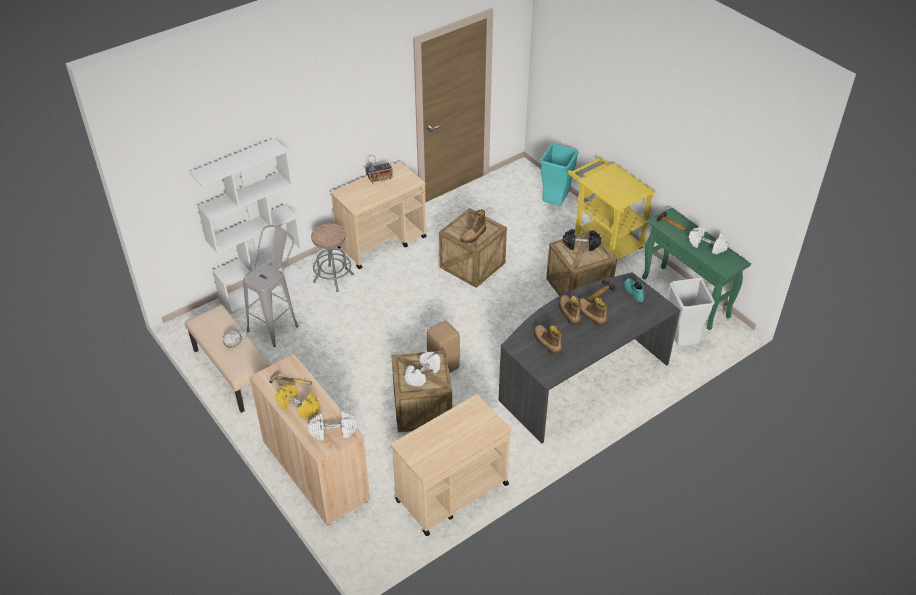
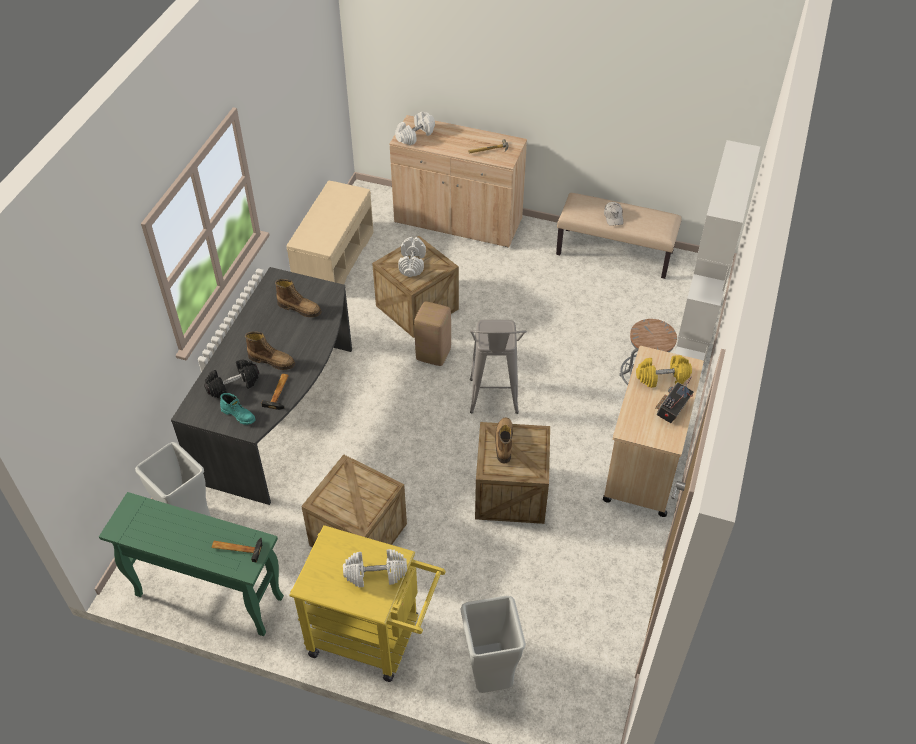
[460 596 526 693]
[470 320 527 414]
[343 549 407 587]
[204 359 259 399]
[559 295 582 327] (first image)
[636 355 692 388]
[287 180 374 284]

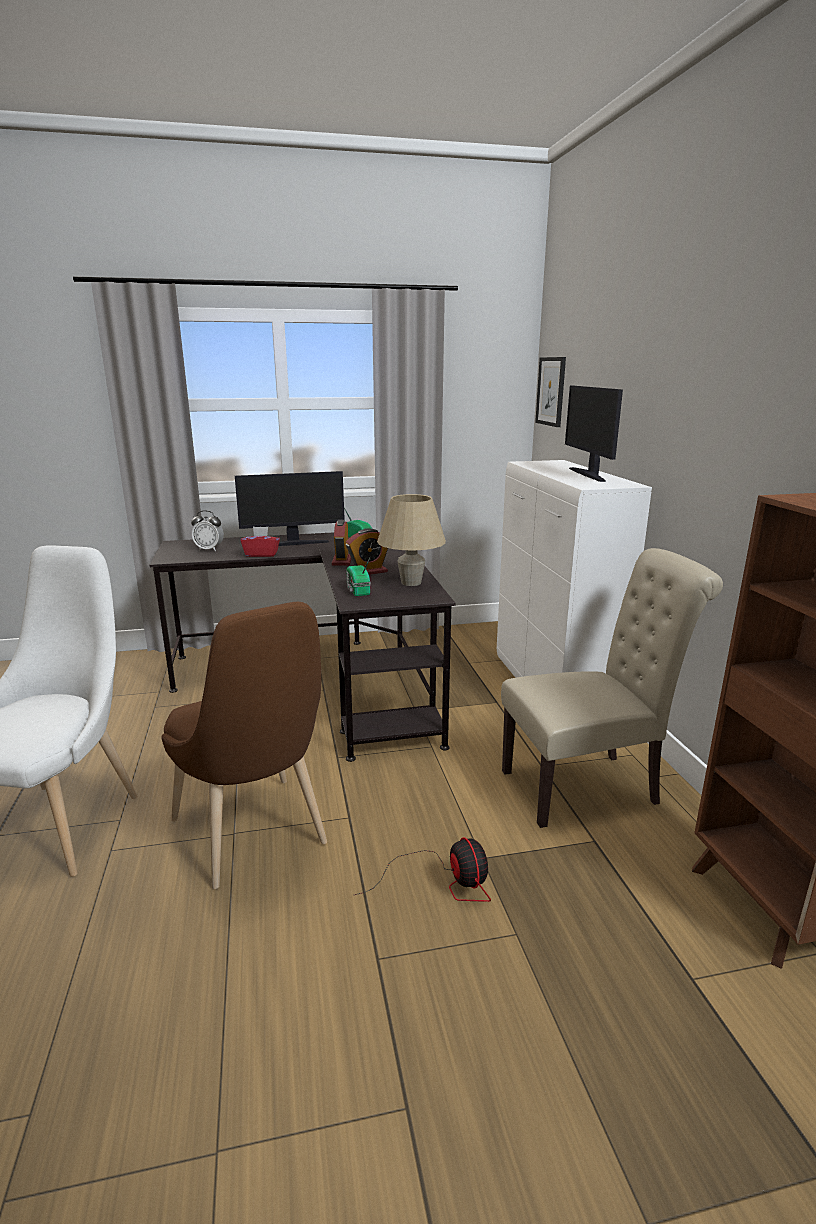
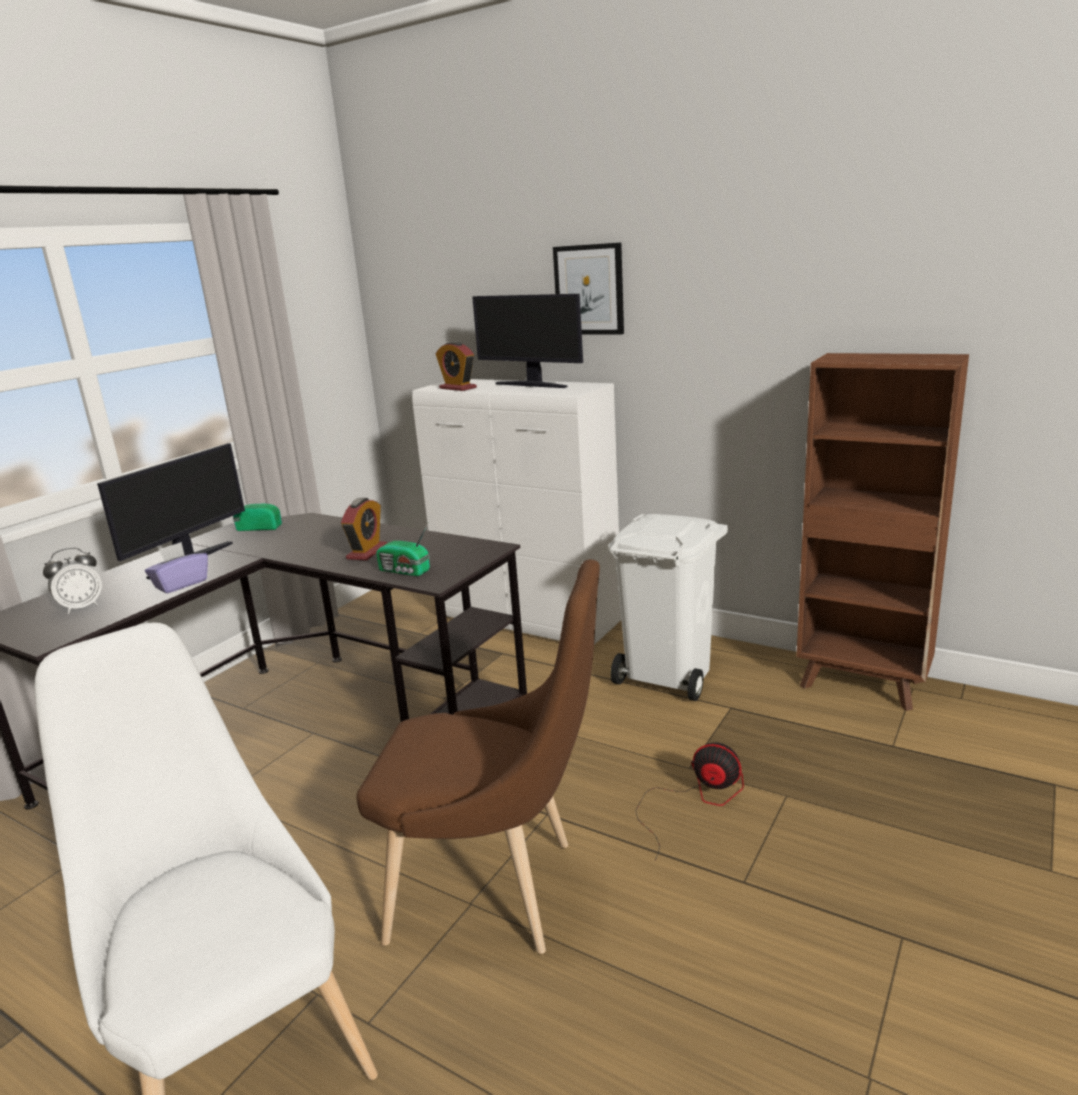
[553 243 624 335]
[377 494 446 586] (first image)
[436 341 477 391]
[145 542 208 593]
[608 514 728 701]

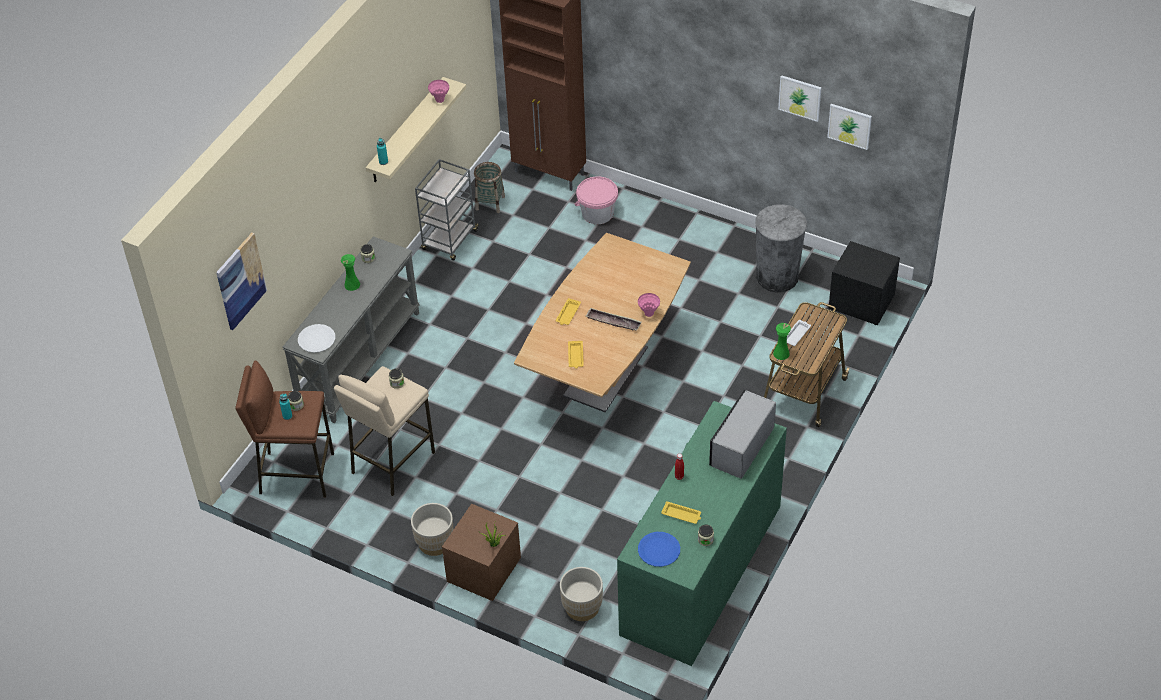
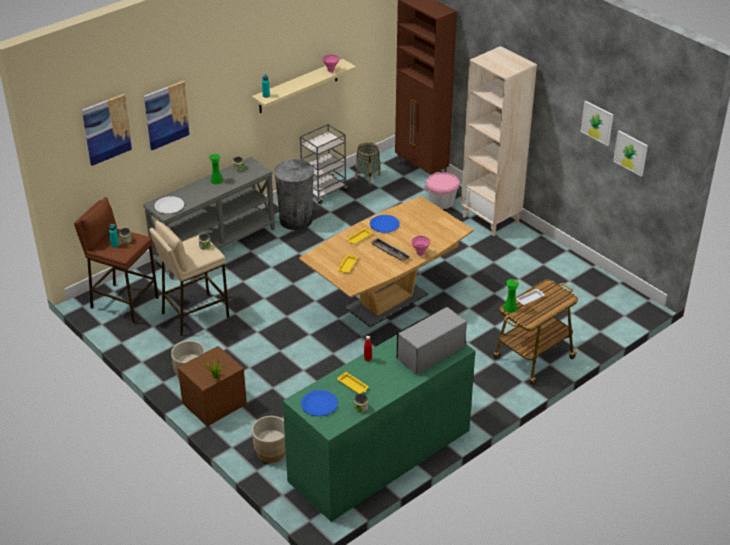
[274 159 314 230]
[829 241 900 325] (first image)
[461 46 537 236]
[144 81 190 150]
[370 215 400 233]

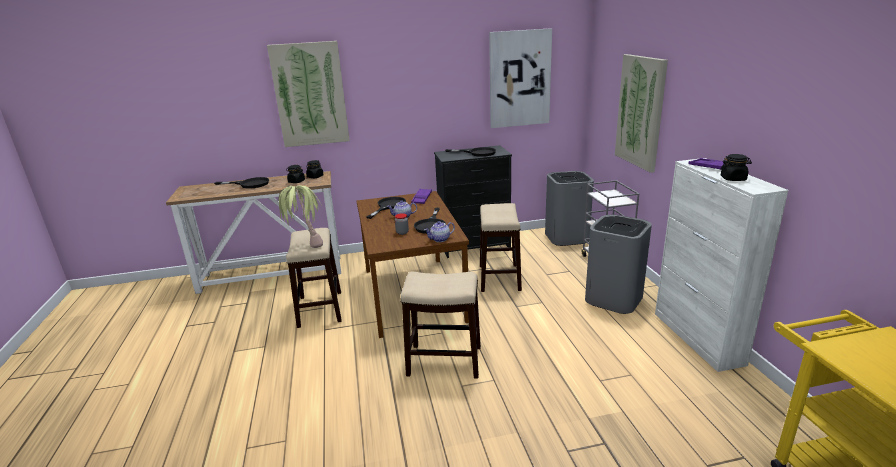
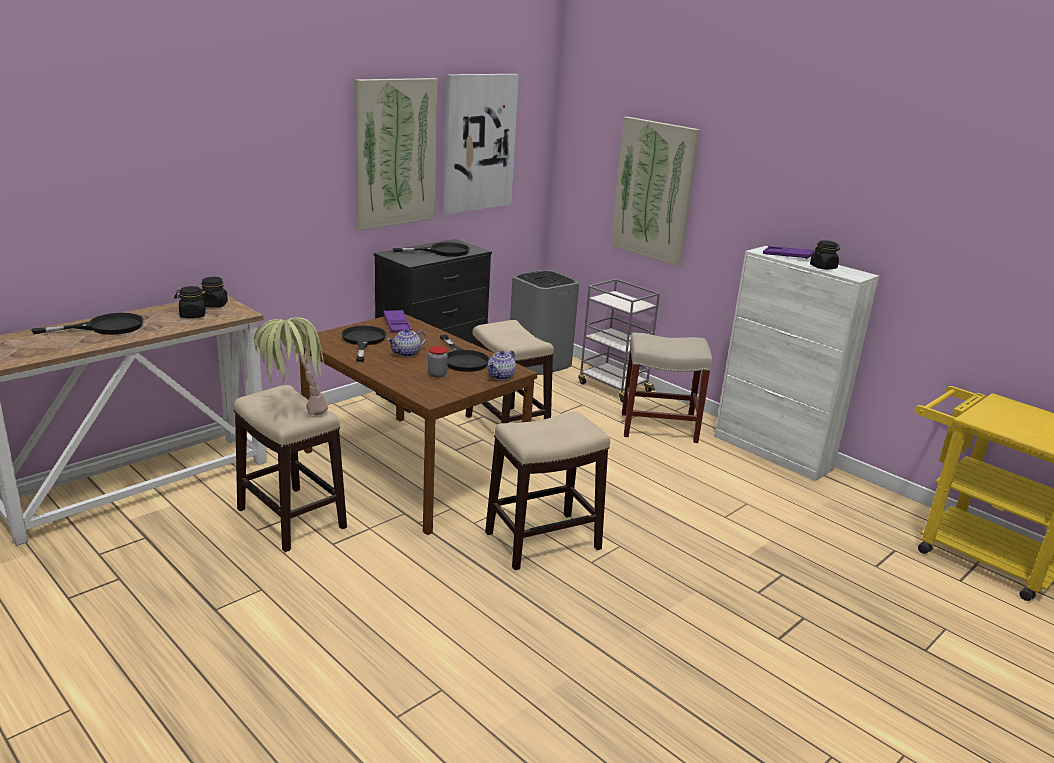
[354 78 438 230]
[622 332 713 443]

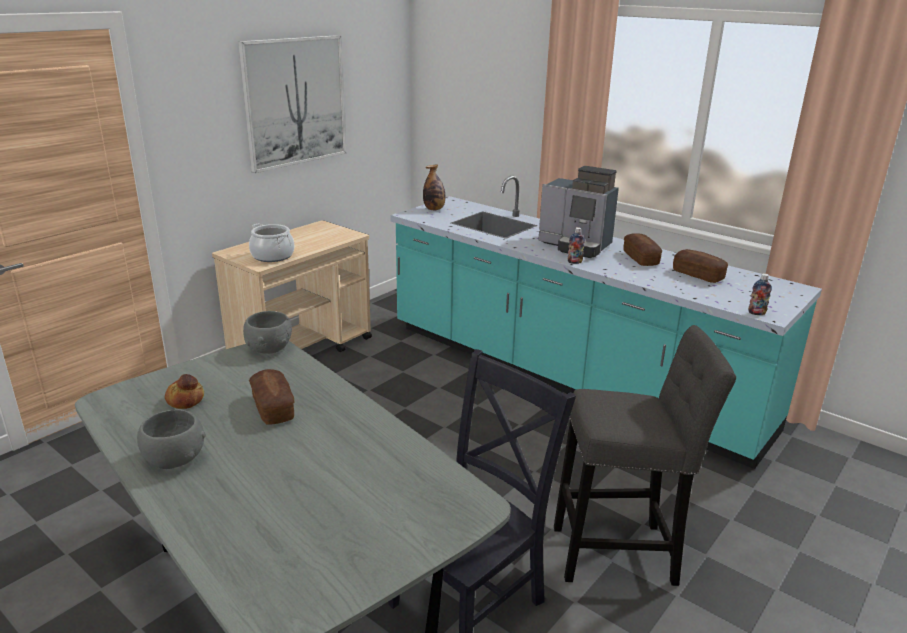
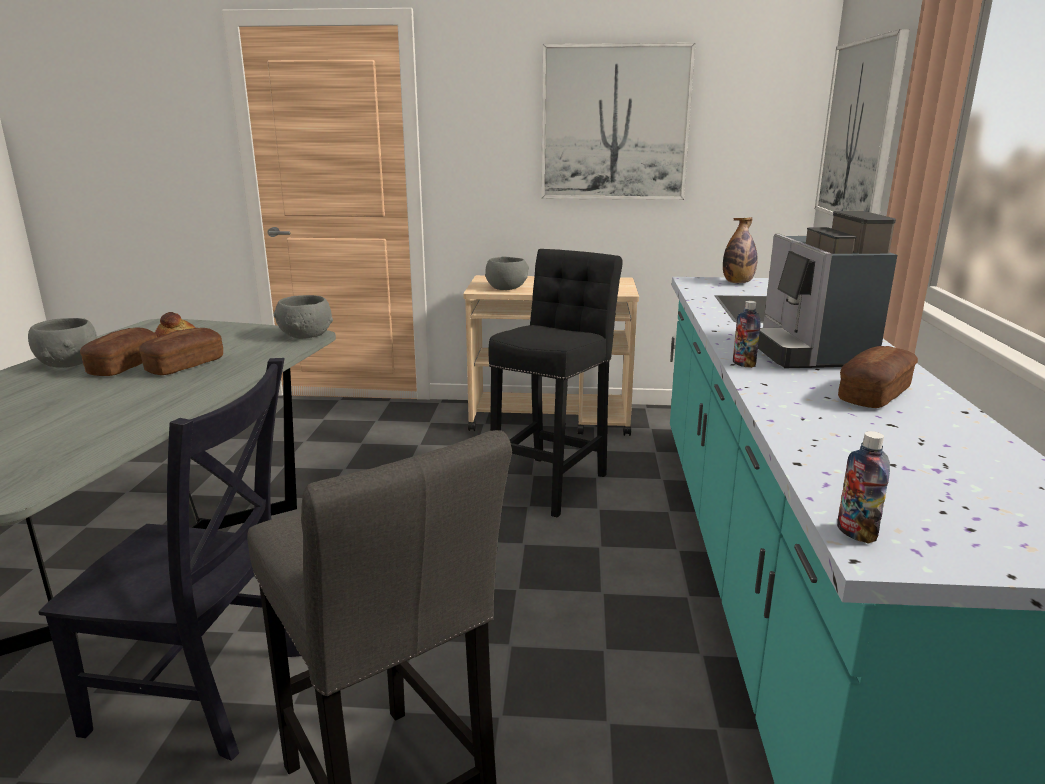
[485 257 529 290]
[80 327 157 376]
[815 29 910 216]
[488 249 623 518]

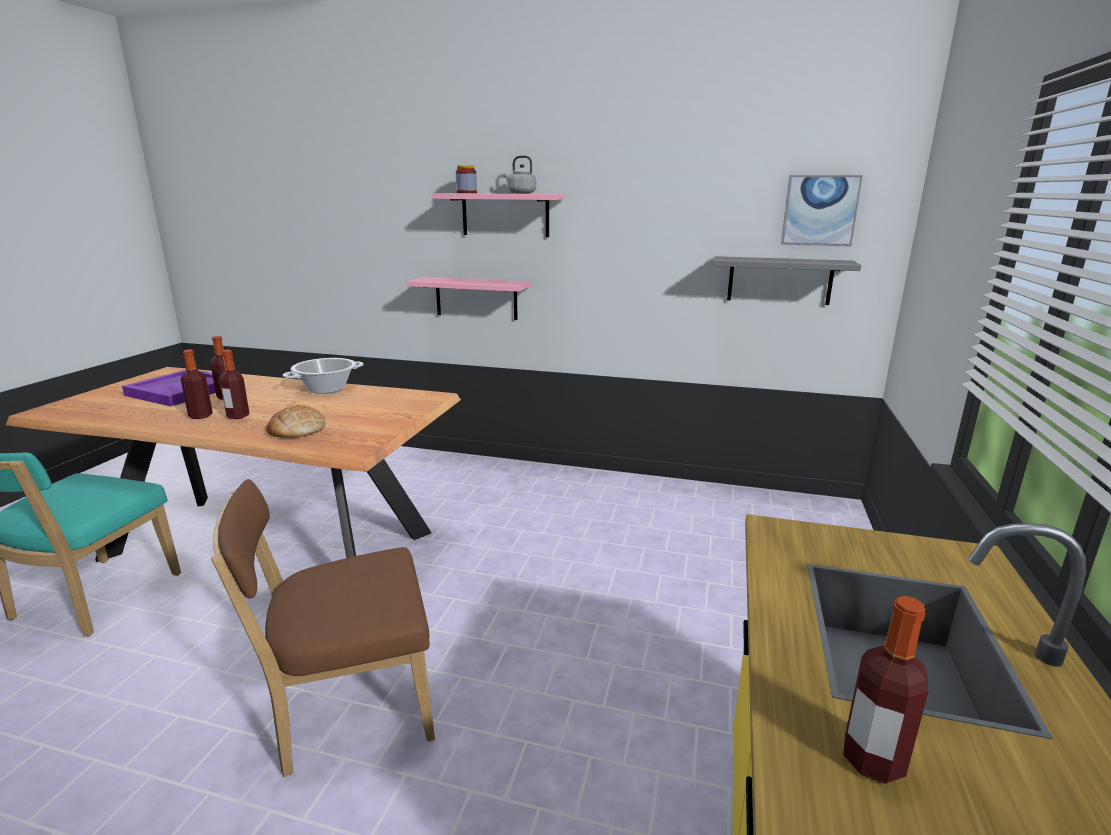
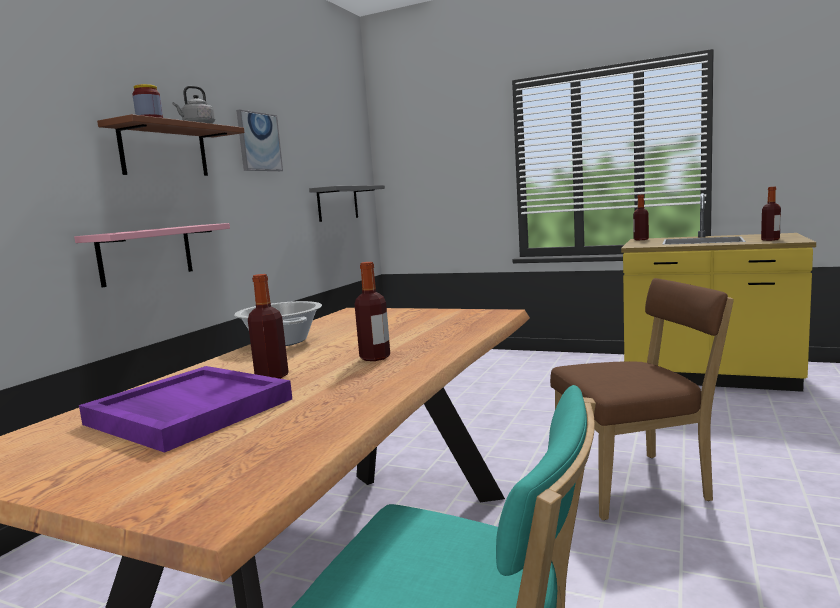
[236 109 283 171]
[97 114 245 176]
[633 194 649 240]
[266 405 326 438] (first image)
[550 278 734 520]

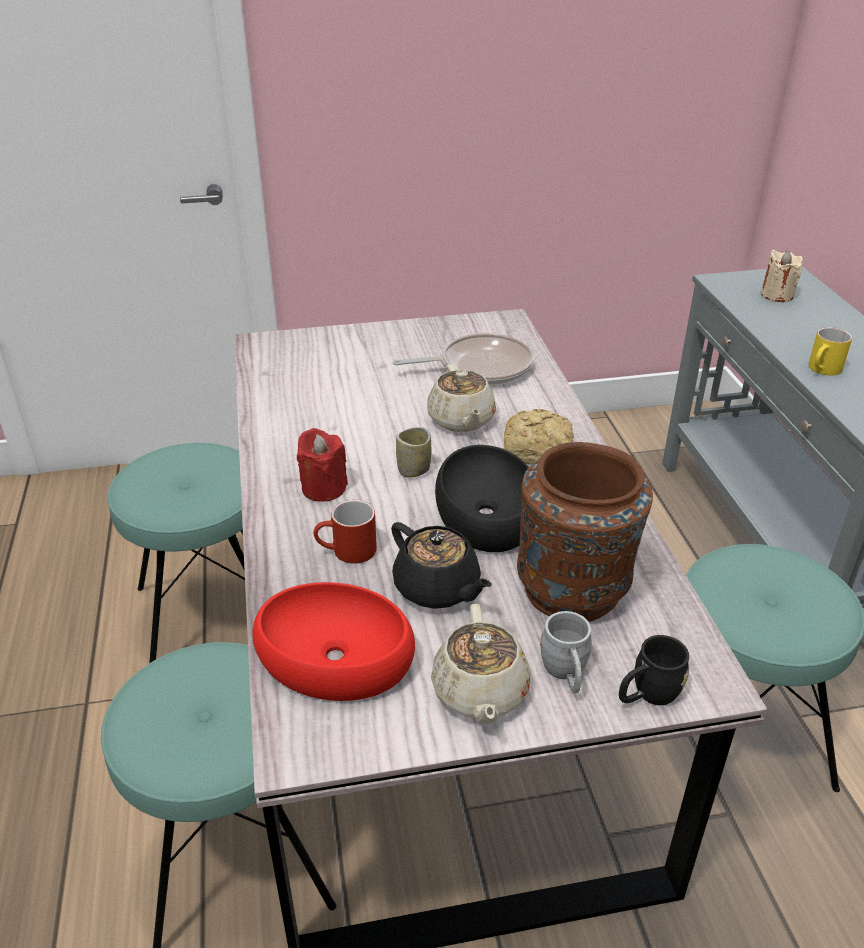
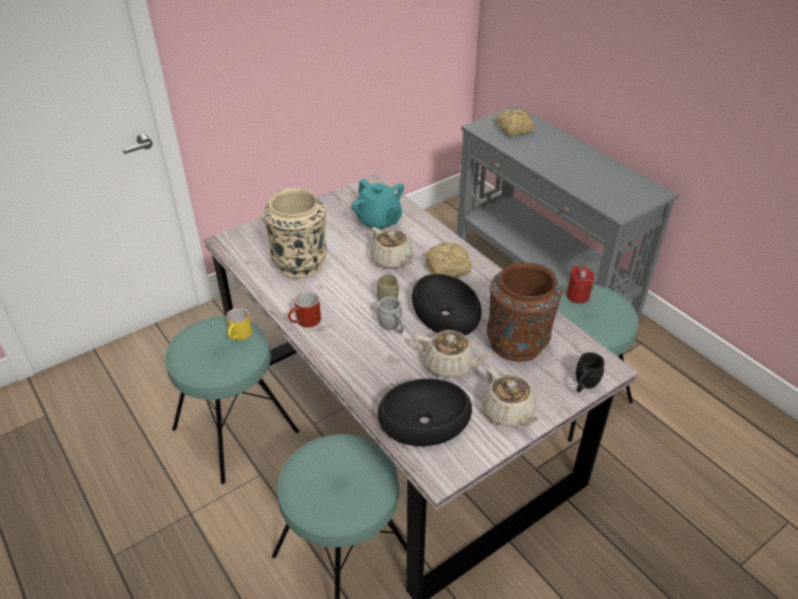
[497 109 535 136]
[226 307 252 340]
[352 179 404 230]
[566 266 594 304]
[288 291 321 328]
[414 330 493 378]
[378 378 472 446]
[377 297 404 333]
[263 188 327 278]

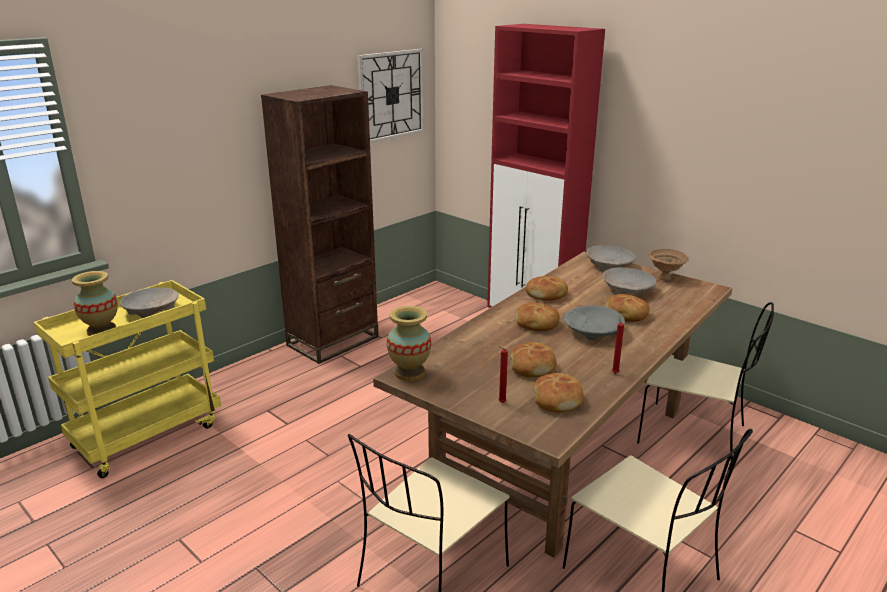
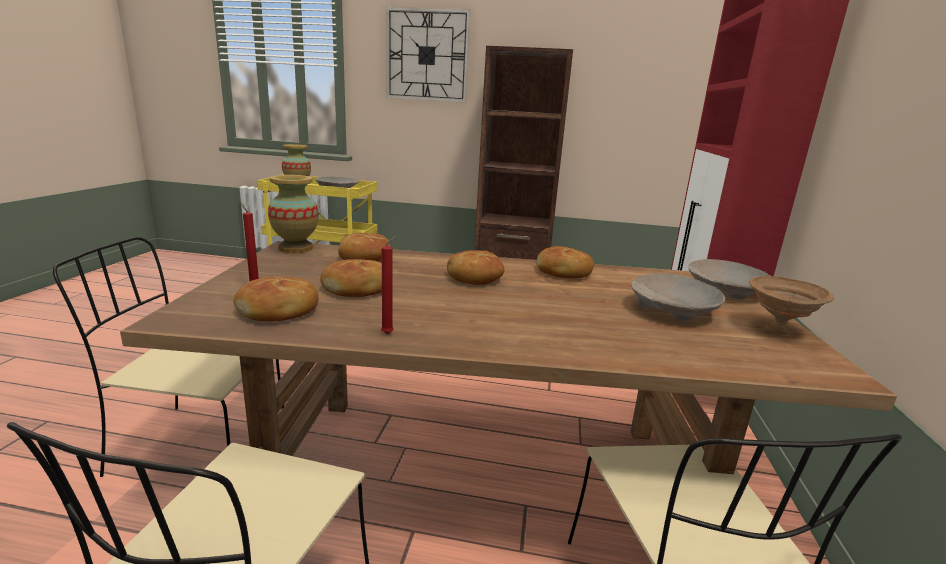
[386 7 471 103]
[338 233 390 261]
[564 305 625 340] (first image)

